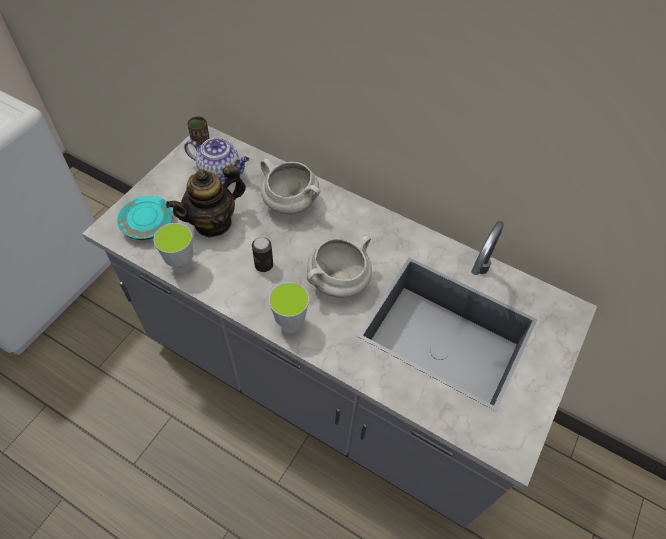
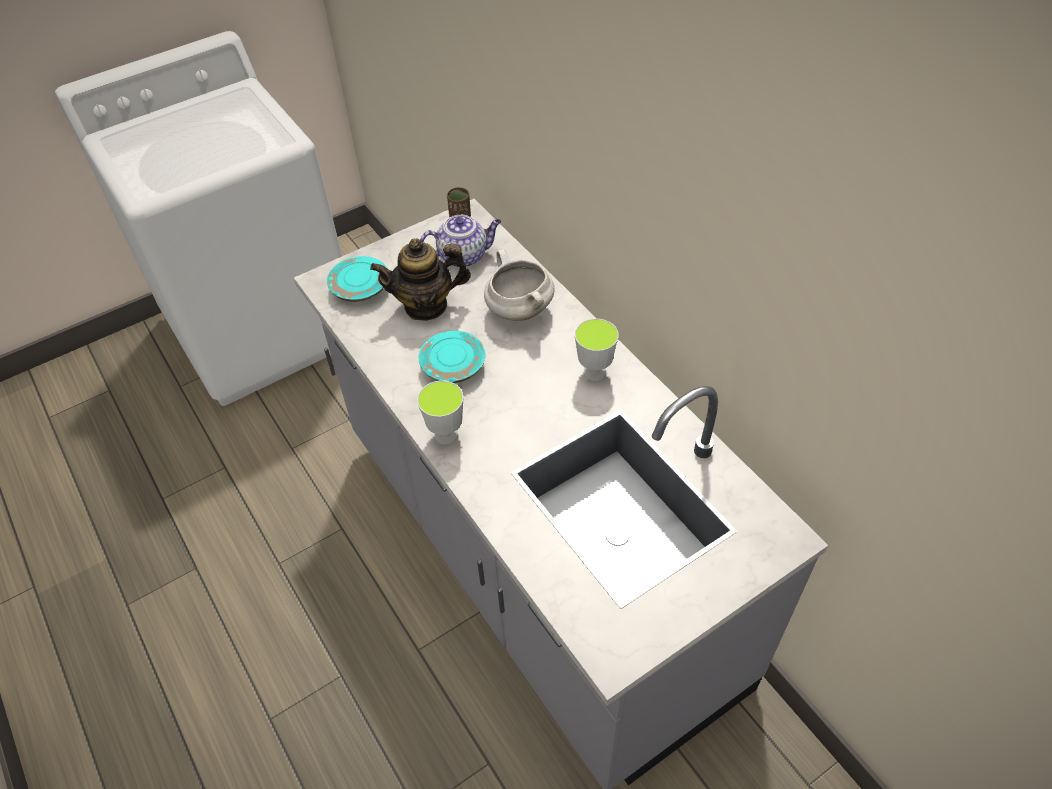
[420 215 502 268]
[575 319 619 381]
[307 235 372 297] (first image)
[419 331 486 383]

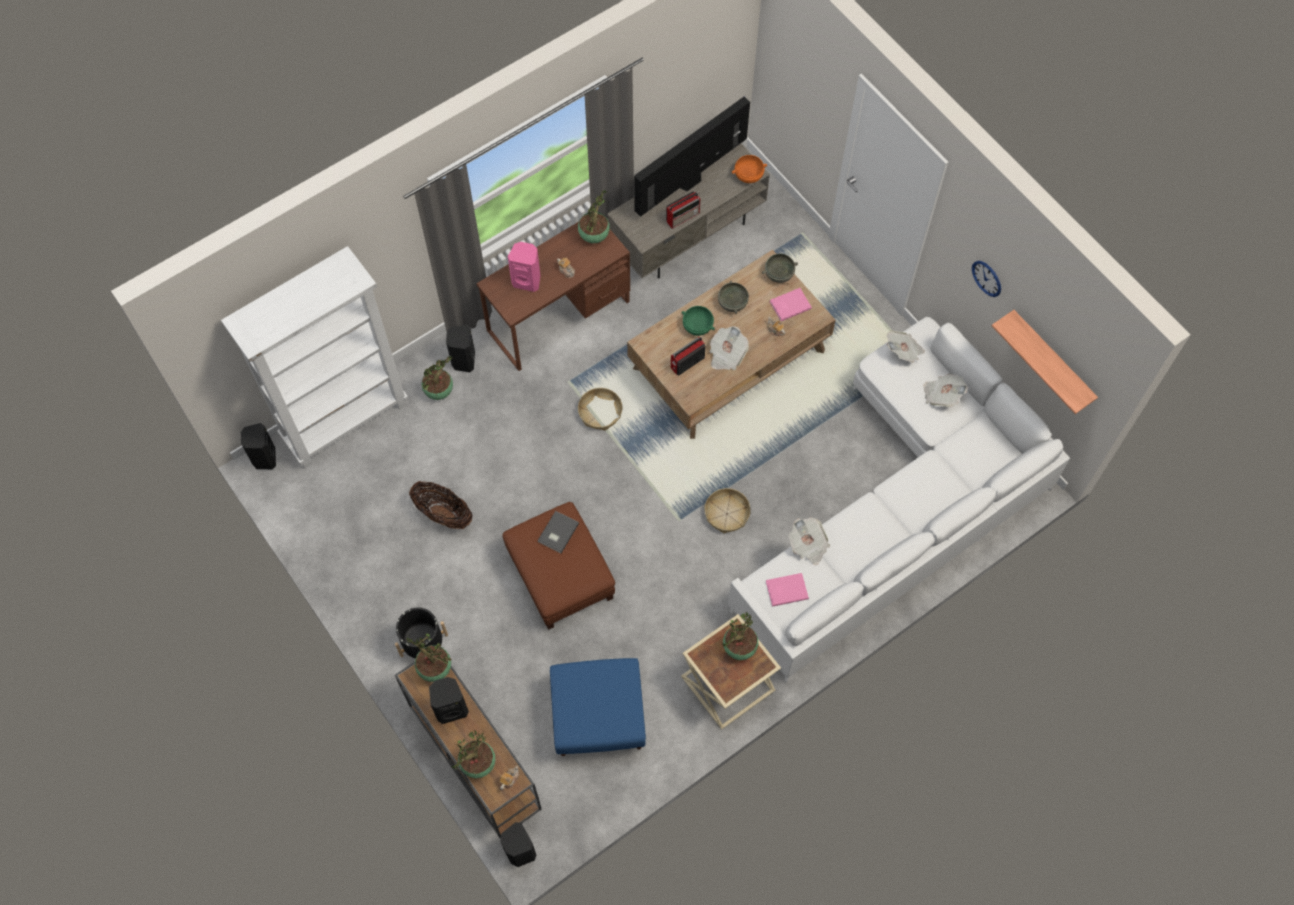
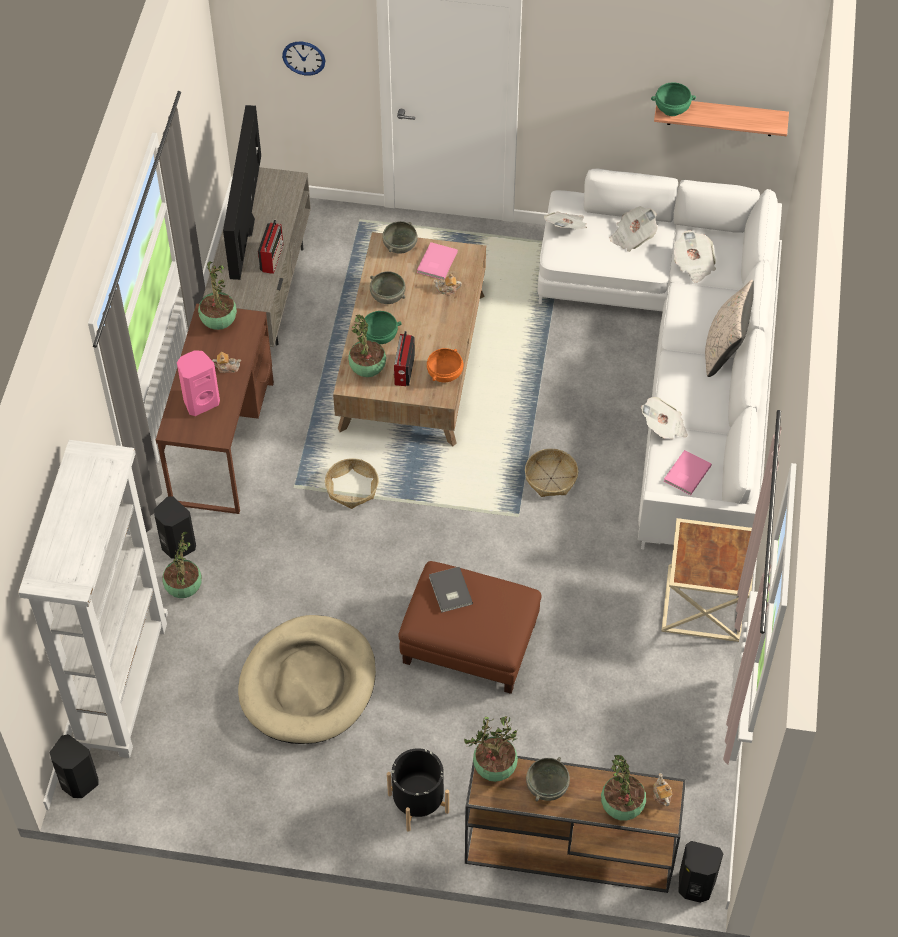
[427 348 463 382]
[282 42 326 75]
[674 230 716 283]
[238 615 376 744]
[348 315 386 377]
[550 658 646 756] (first image)
[526 757 570 801]
[651 82 696 116]
[705 280 754 377]

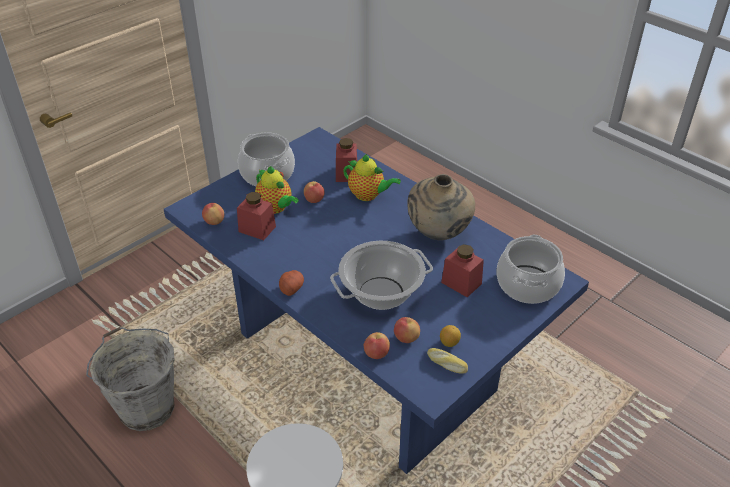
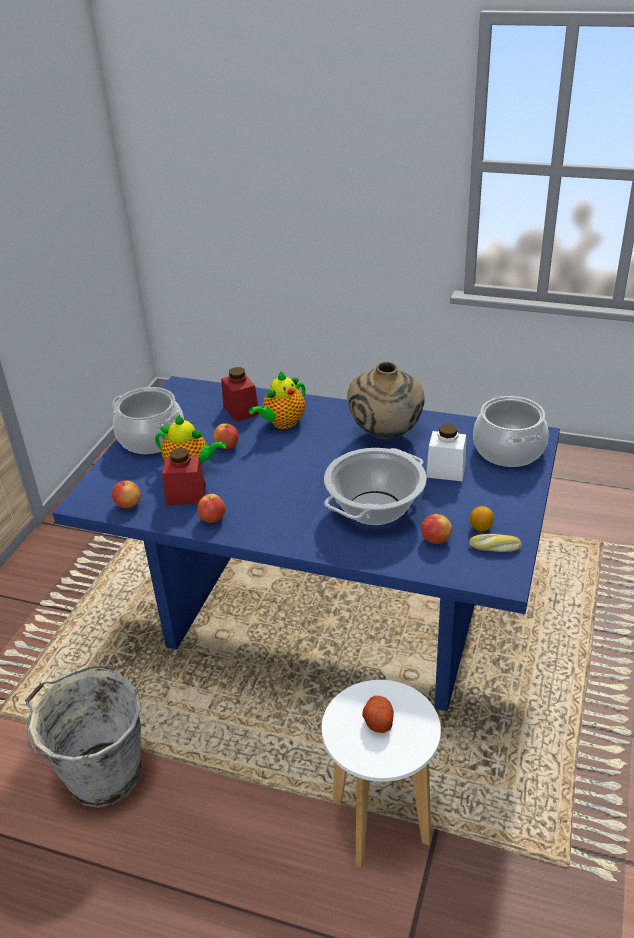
[249 371 305 429]
[426 423 466 482]
[362 696 394 733]
[197 494 225 523]

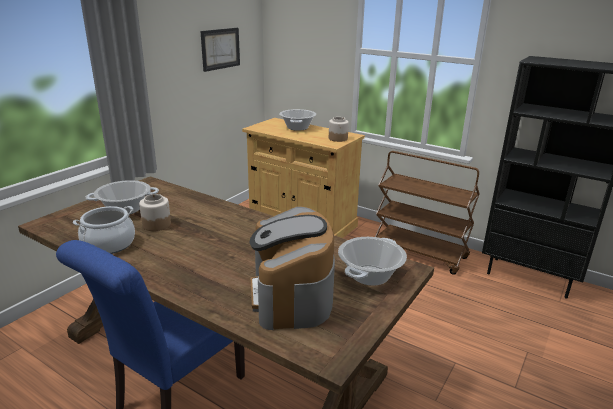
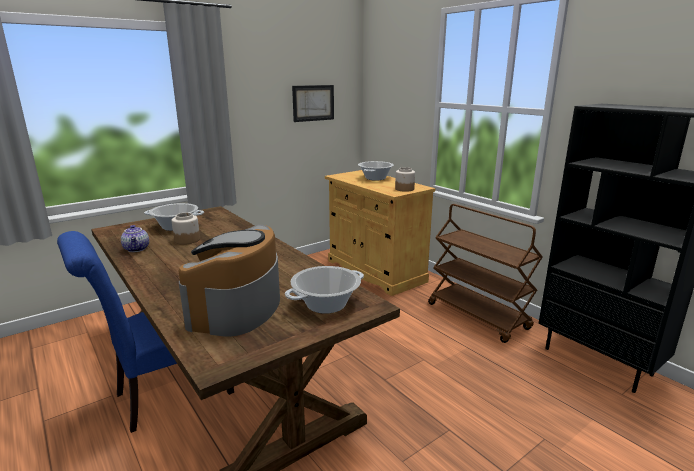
[121 225 149 252]

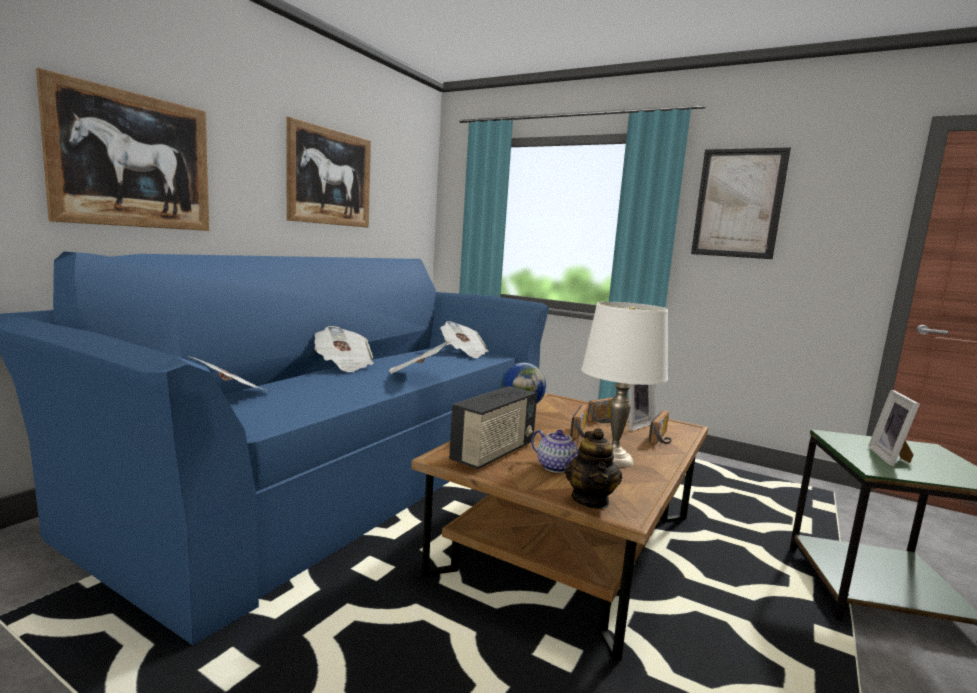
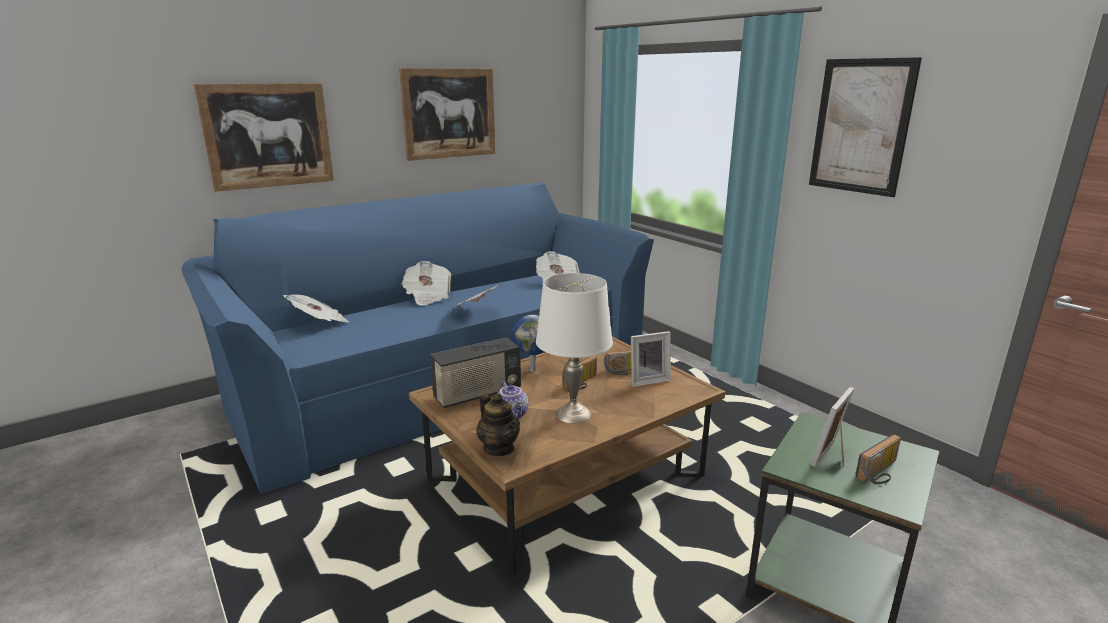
[856 434 901 484]
[476 394 520 456]

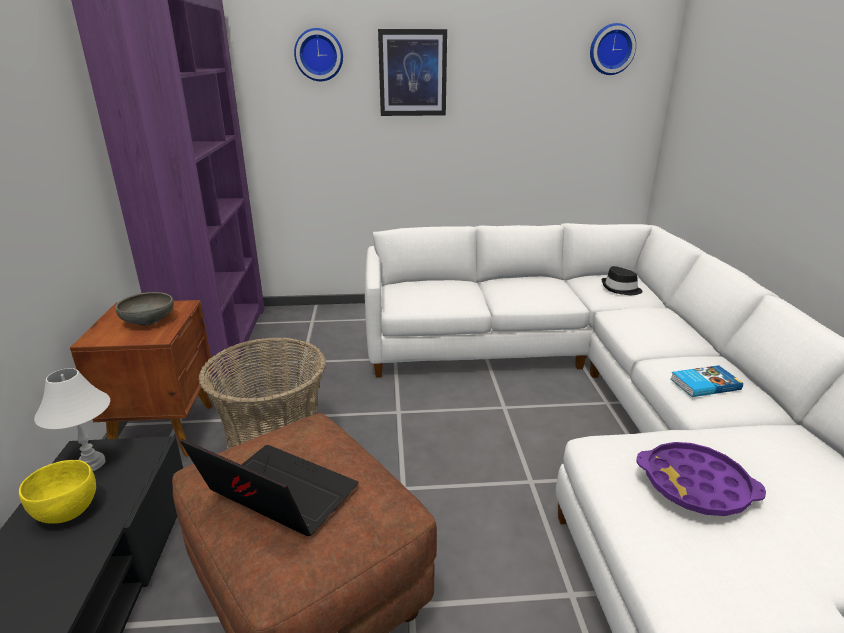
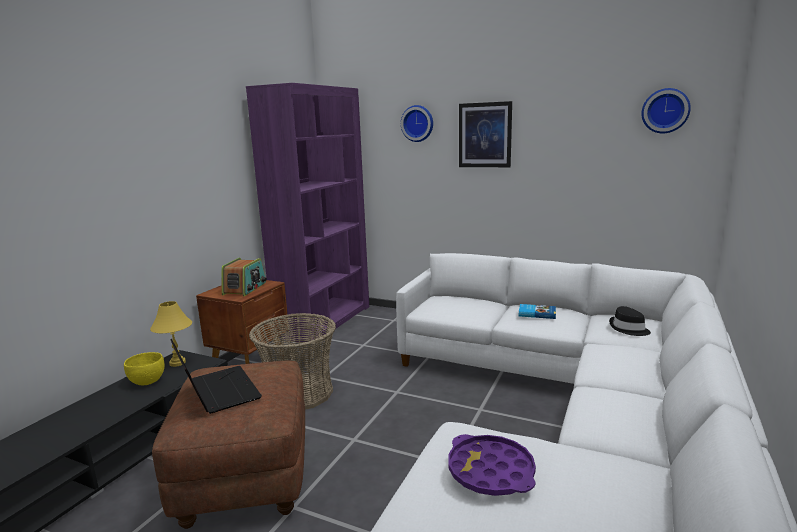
[221 258 267 296]
[519 304 556 319]
[150 301 192 367]

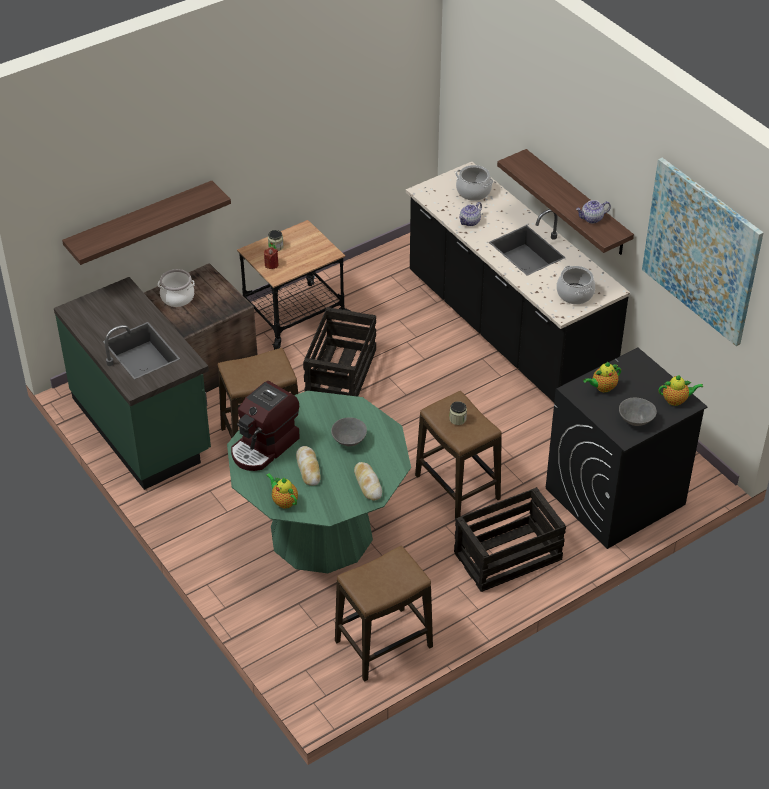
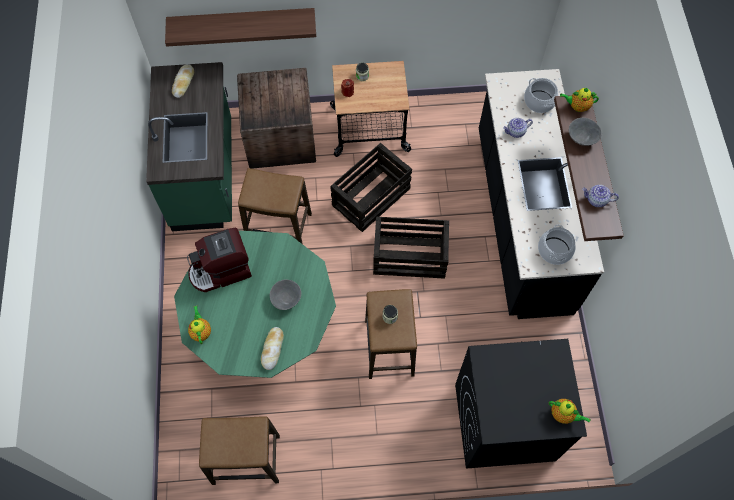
[642 157 764 346] (first image)
[158 269 195 307] (first image)
[560 88 599 112]
[569 118 602 146]
[172 64 194 98]
[373 217 449 279]

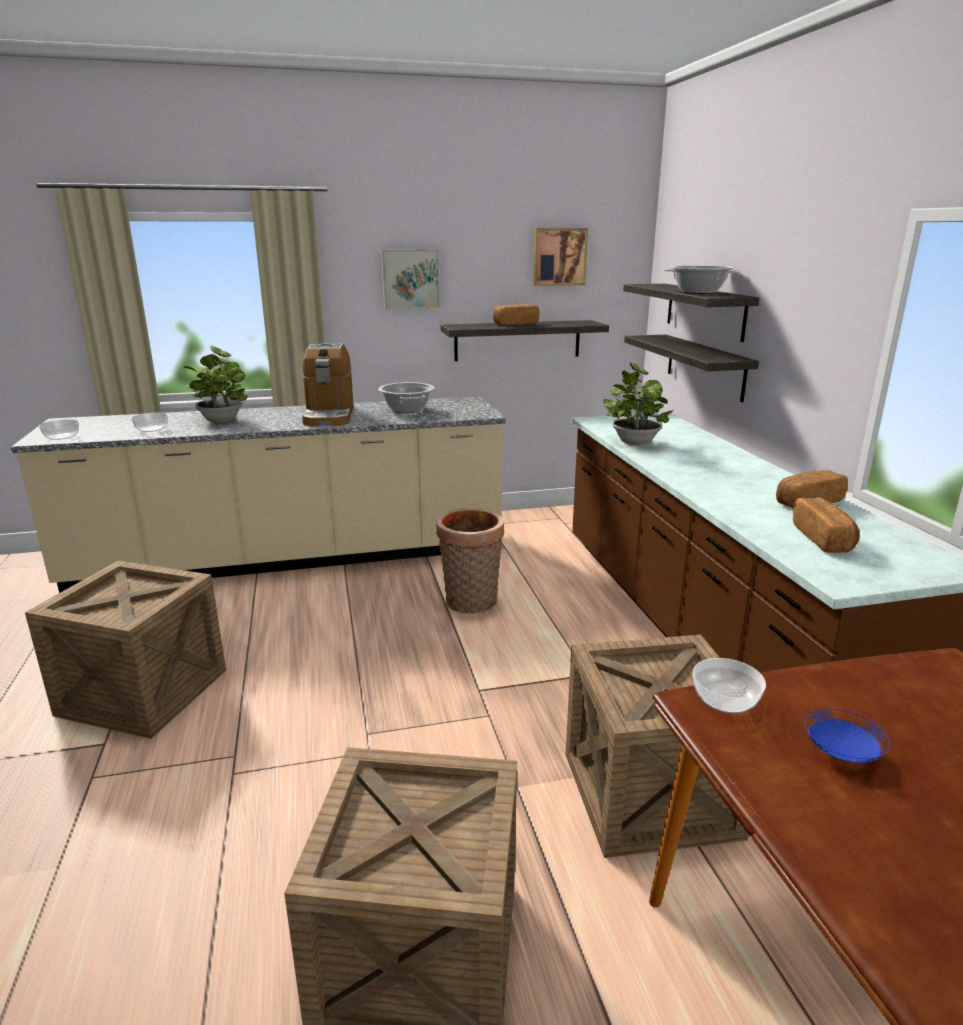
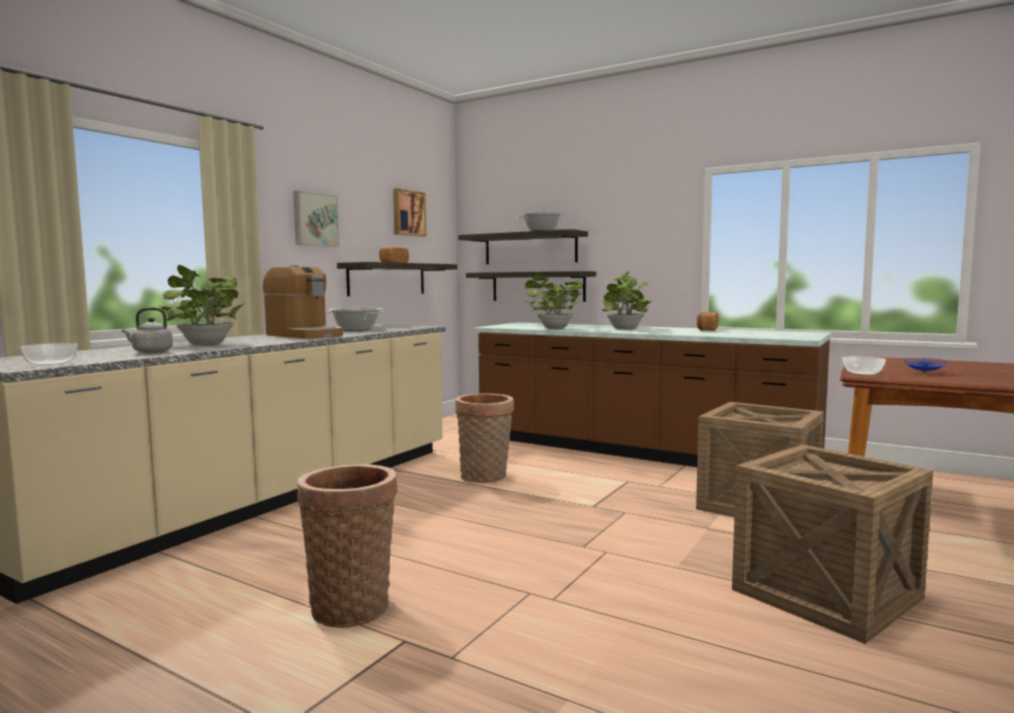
[121 308 173 353]
[793 498 860 553] (first image)
[297 464 398 628]
[602 271 652 330]

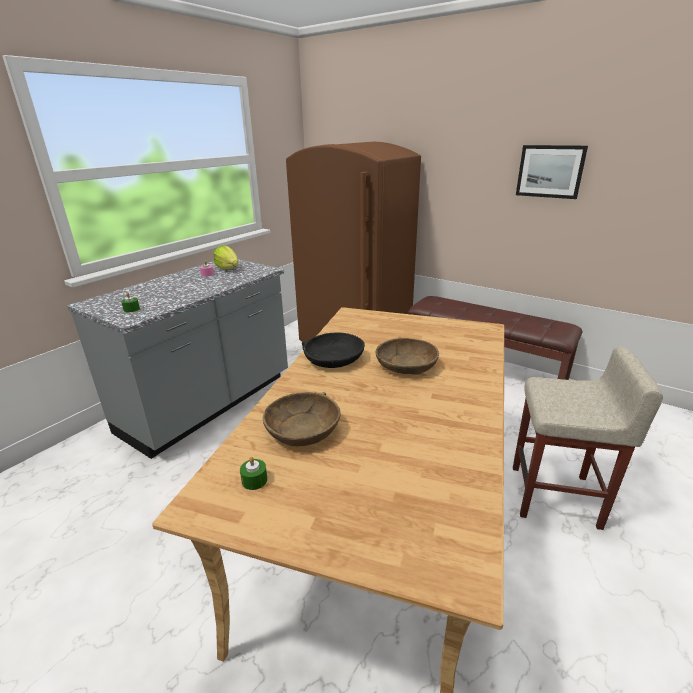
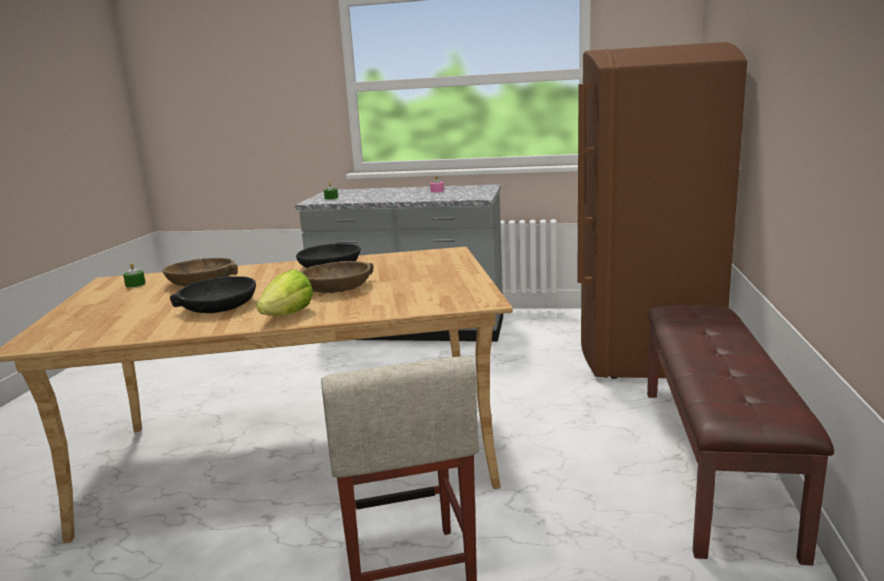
[516 145 588 199] (first image)
[257 270 313 316]
[170 276 256 313]

